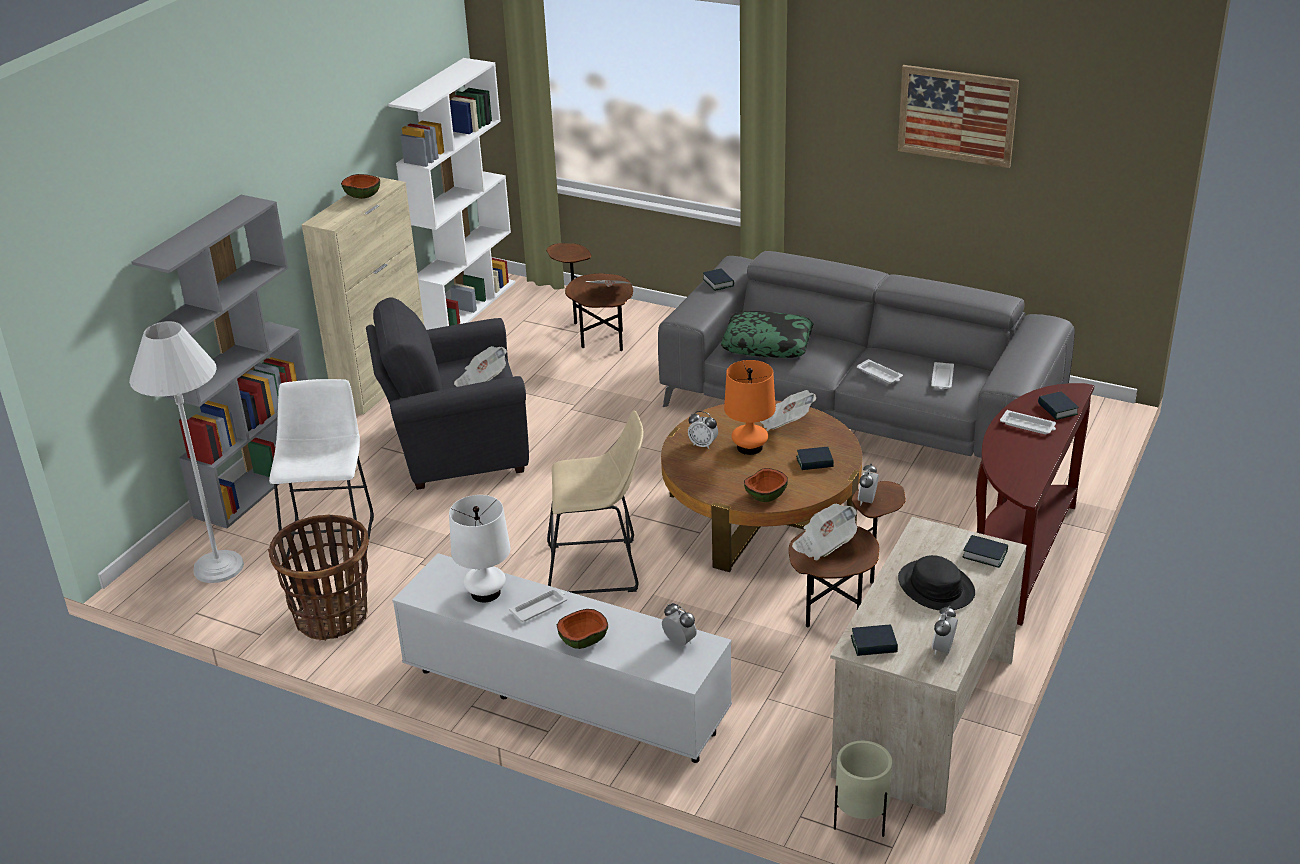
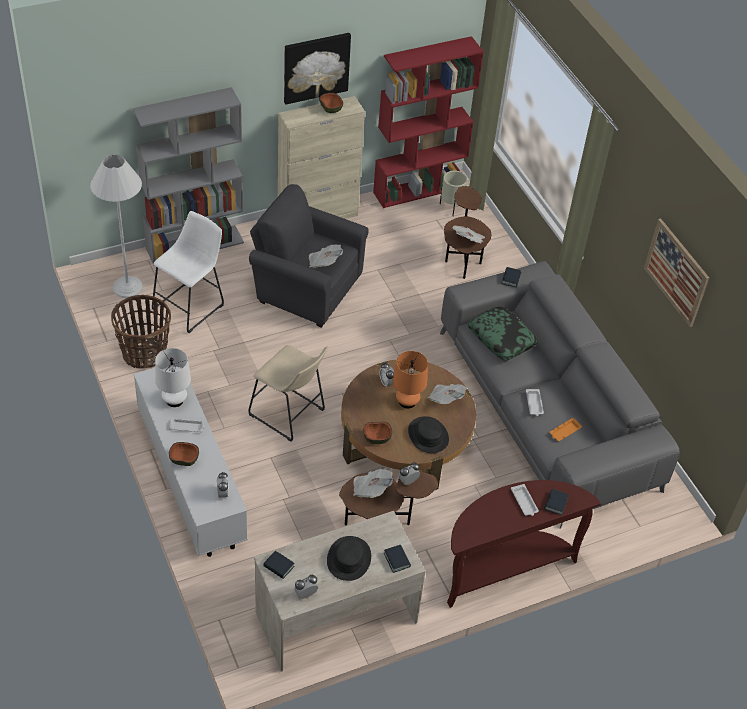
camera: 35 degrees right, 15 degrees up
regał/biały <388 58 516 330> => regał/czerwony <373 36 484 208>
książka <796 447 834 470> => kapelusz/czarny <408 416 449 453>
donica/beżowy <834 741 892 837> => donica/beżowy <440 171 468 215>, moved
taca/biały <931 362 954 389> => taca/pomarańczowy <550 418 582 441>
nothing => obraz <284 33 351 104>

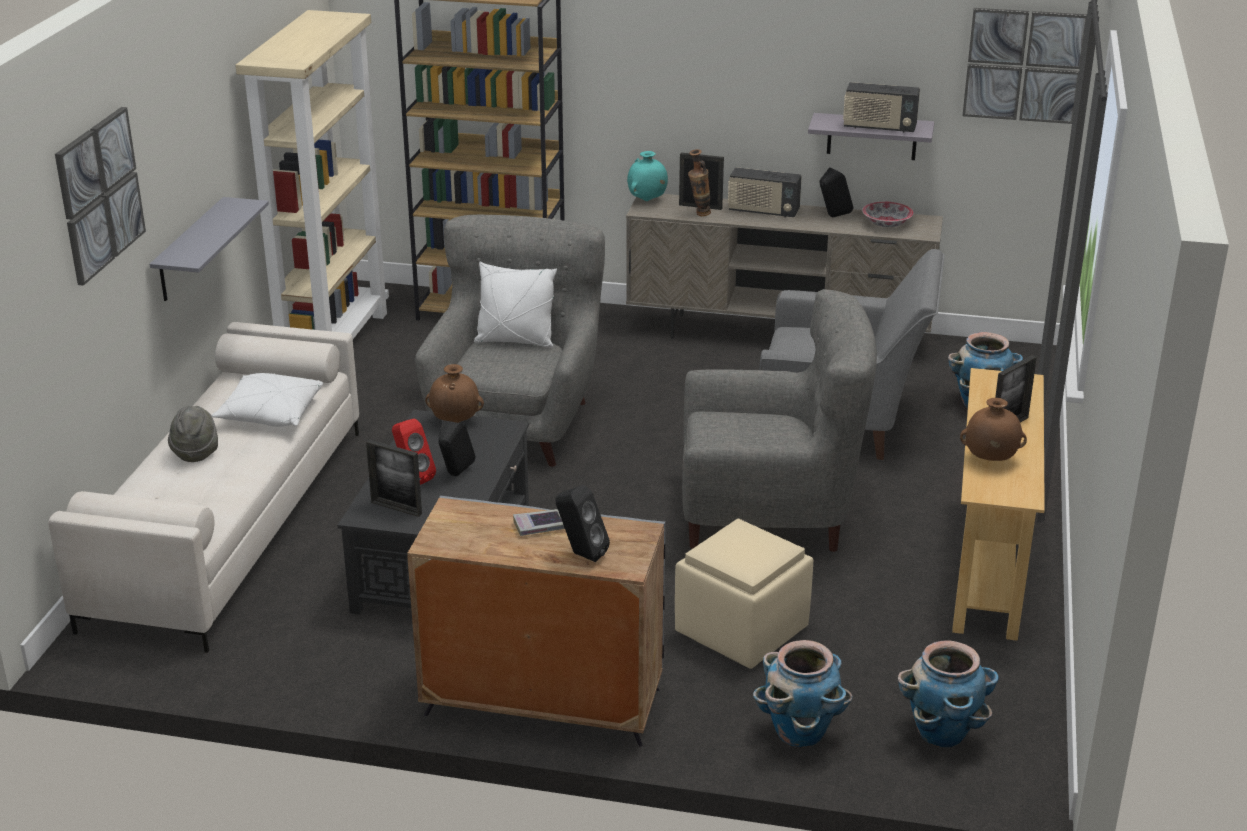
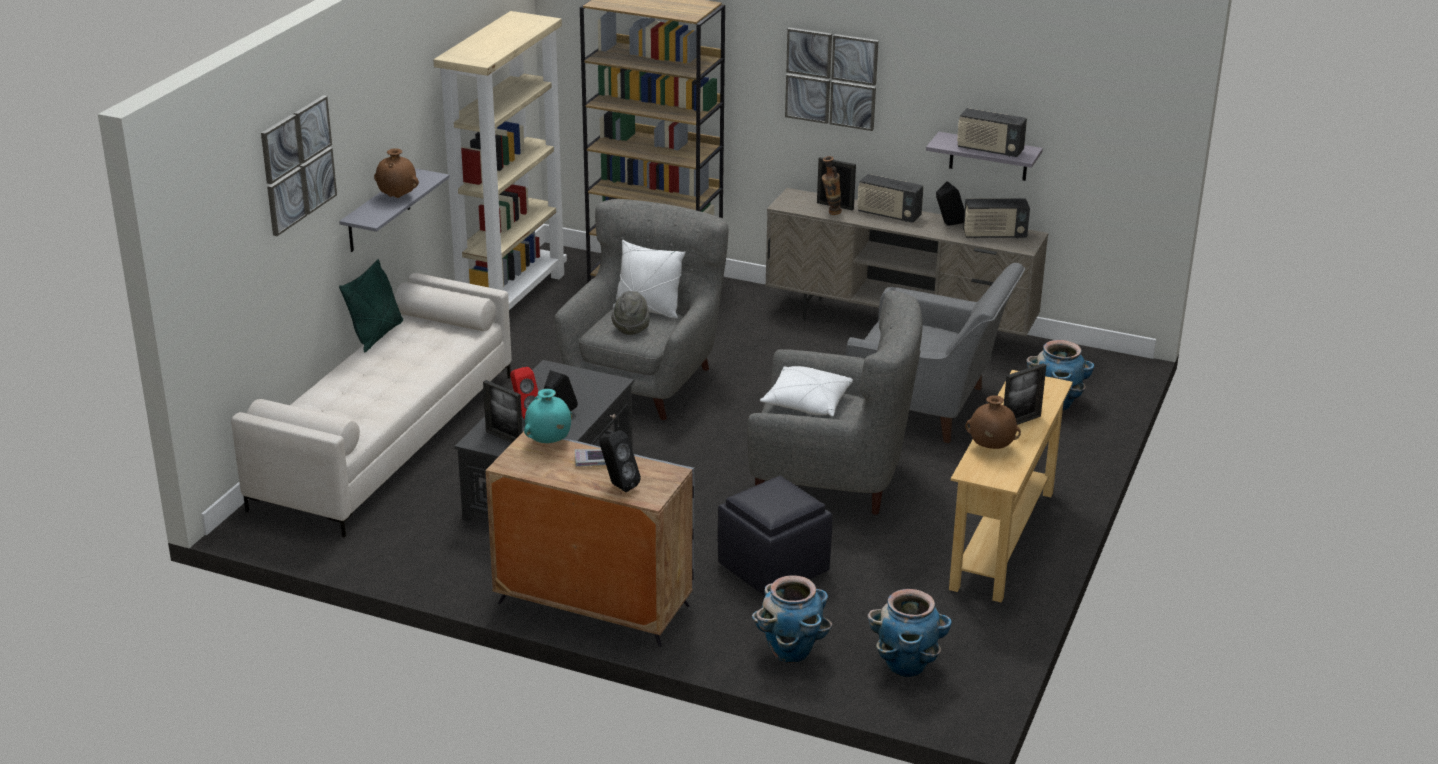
camera: 10 degrees right, 0 degrees up
kapelusz/szary <168 406 218 462> => kapelusz/szary <612 291 650 335>, moved
poduszka/biały <212 373 323 426> => poduszka/biały <760 366 853 417>, moved
wazon/brązowy <425 364 484 423> => wazon/brązowy <374 148 419 198>, moved
wazon/turkusowy <627 151 668 201> => wazon/turkusowy <524 389 572 443>, moved
pufa/beżowy <675 519 813 669> => pufa/czarny <718 475 833 596>
miska <862 202 914 227> => radio <963 198 1030 239>
obraz <962 8 1087 124> => obraz <785 28 879 131>, moved
nothing => poduszka/zielony <339 259 403 352>

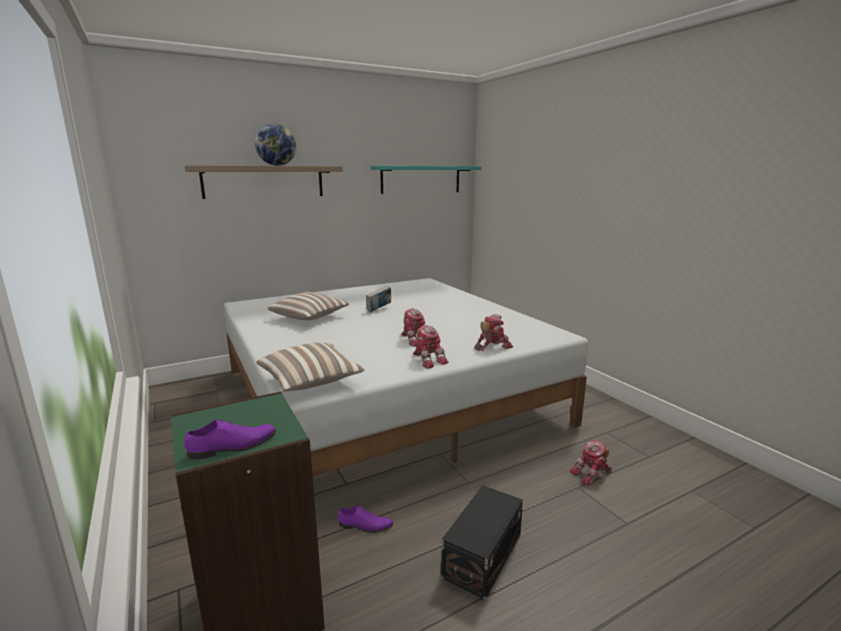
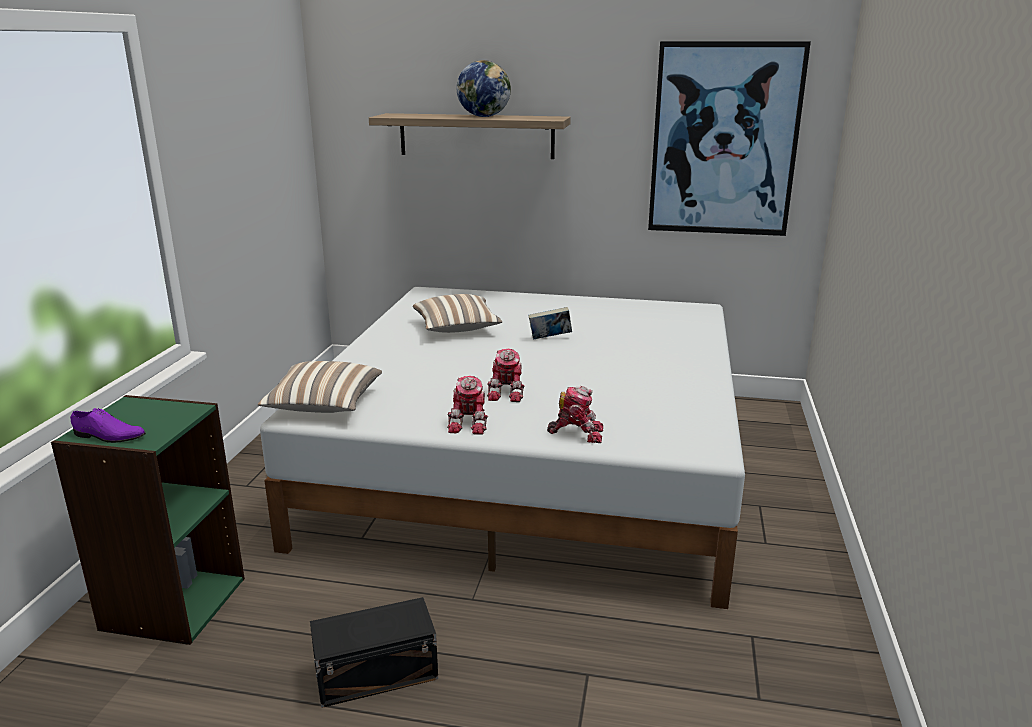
camera: 40 degrees right, 5 degrees up
but/fioletowy <338 506 393 533> => nothing
półka/turkusowy <371 166 481 194> => obraz <648 41 811 236>
robot zabawkowy <570 440 612 486> => nothing

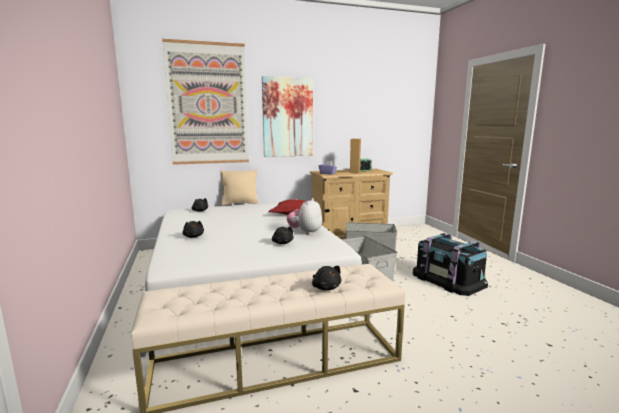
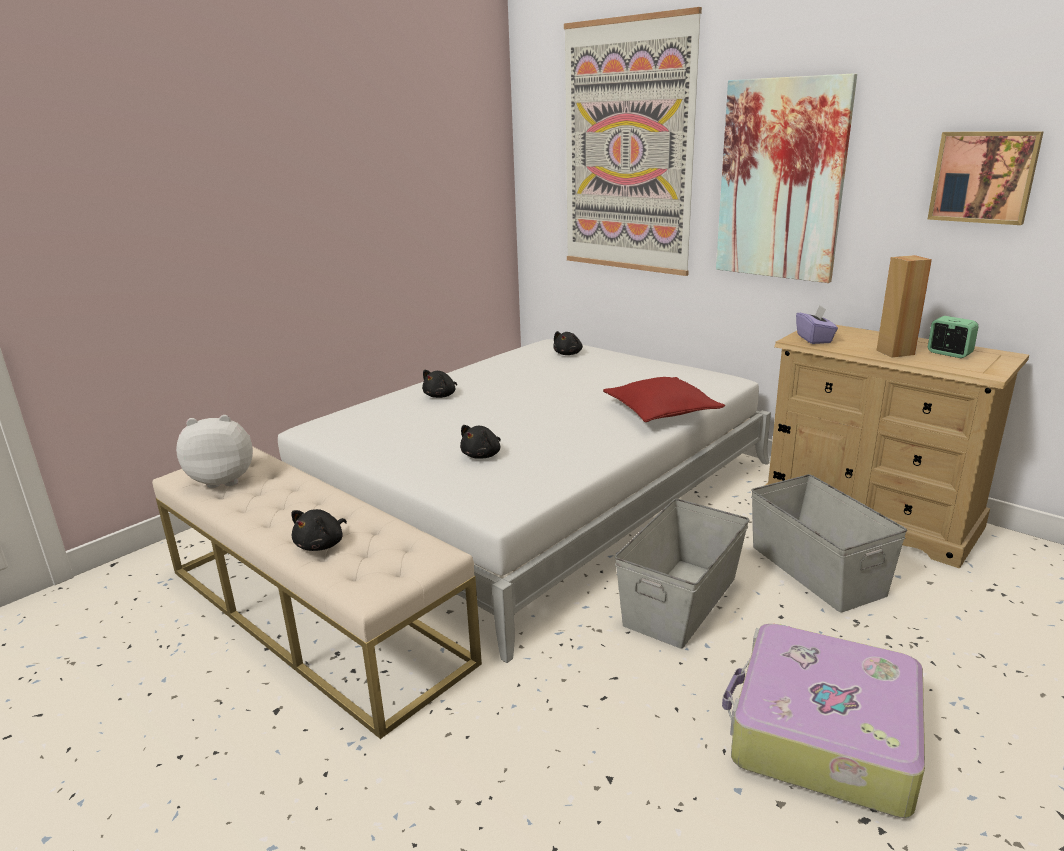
camera: 60 degrees right, 10 degrees up
poduszka/beżowy <220 169 259 205> => nothing
pluszak <287 198 322 235> => pluszak <176 415 253 488>, moved
pojemnik do przechowywania/czarny <413 233 488 296> => walizka <722 624 925 818>
nothing => obraz <928 131 1044 225>

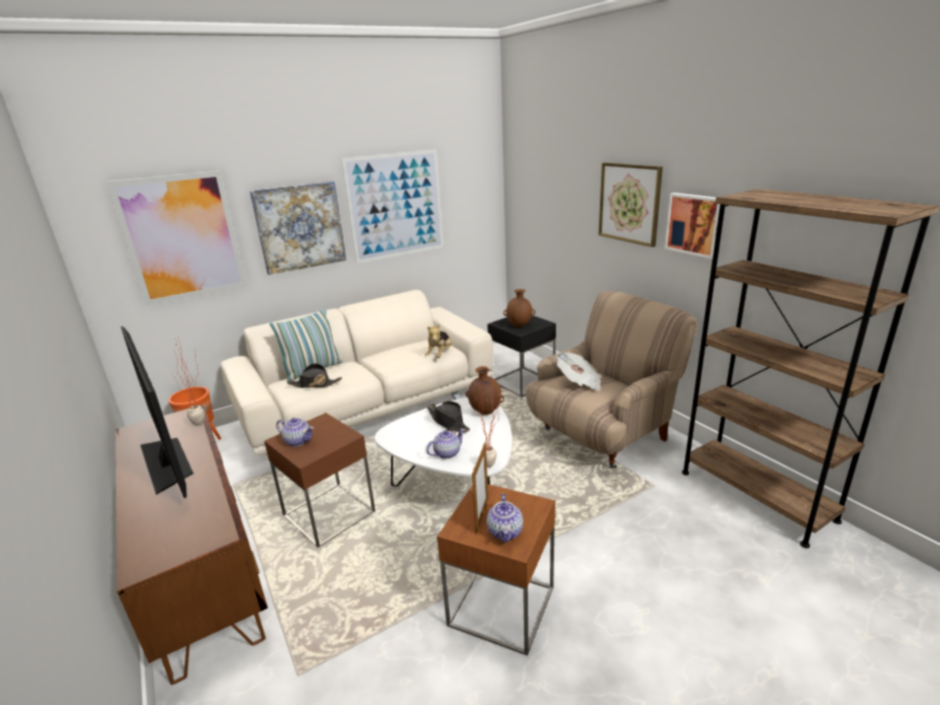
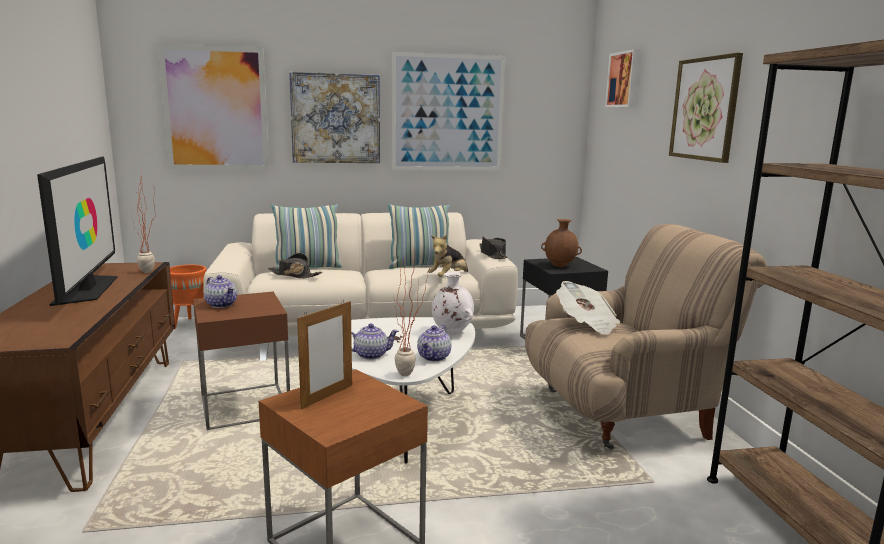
camera: 20 degrees right, 10 degrees down
kapelusz/czarny <427 401 470 433> => kapelusz/czarny <479 237 507 259>, moved
wazon/brązowy <465 366 504 415> => wazon/biały <432 272 474 335>
imbryk <487 493 523 543> => imbryk <417 325 451 362>, moved
obraz <665 193 720 259> => obraz <605 49 640 107>, moved
nothing => poduszka <388 204 450 269>

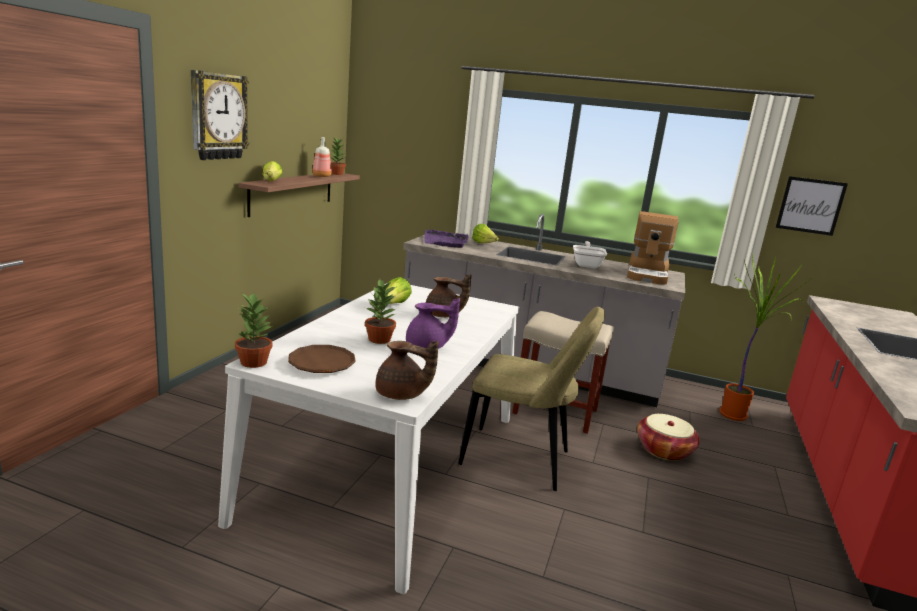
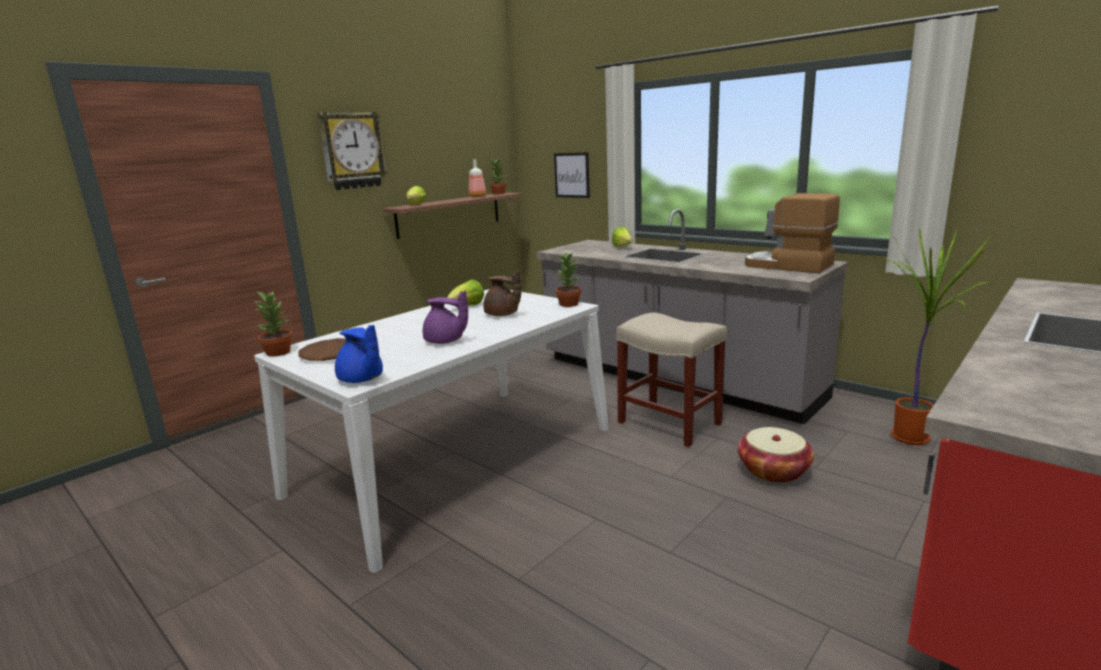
camera: 25 degrees right, 0 degrees up
roślina doniczkowa <365 280 396 344> => roślina doniczkowa <555 253 581 307>, moved
imbryk/brązowy <375 341 439 400> => imbryk/niebieski <335 325 383 383>
taca/fioletowy <424 230 469 248> => nothing
krzesło/beżowy <458 307 605 491> => nothing
patelnia <573 241 607 268> => nothing
ekspres do kawy <627 211 679 284> => ekspres do kawy <745 193 840 273>, 90 degrees clockwise
obraz <776 176 848 236> => obraz <554 152 590 198>, moved

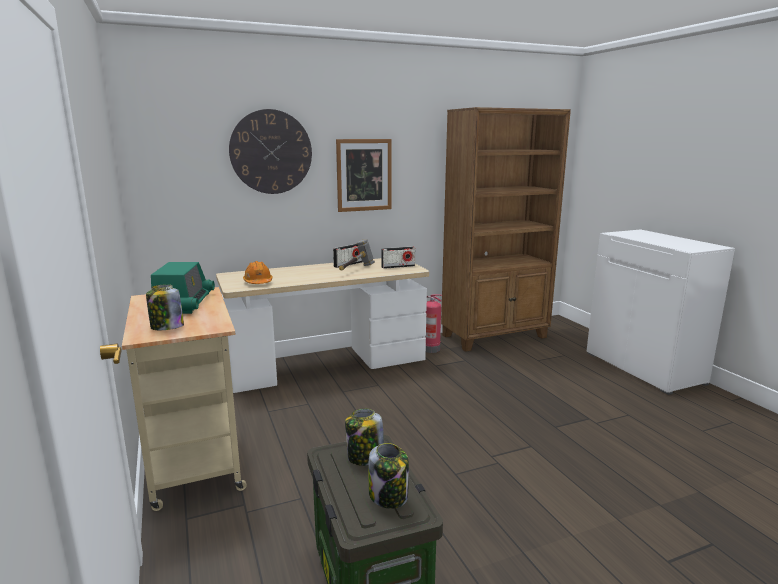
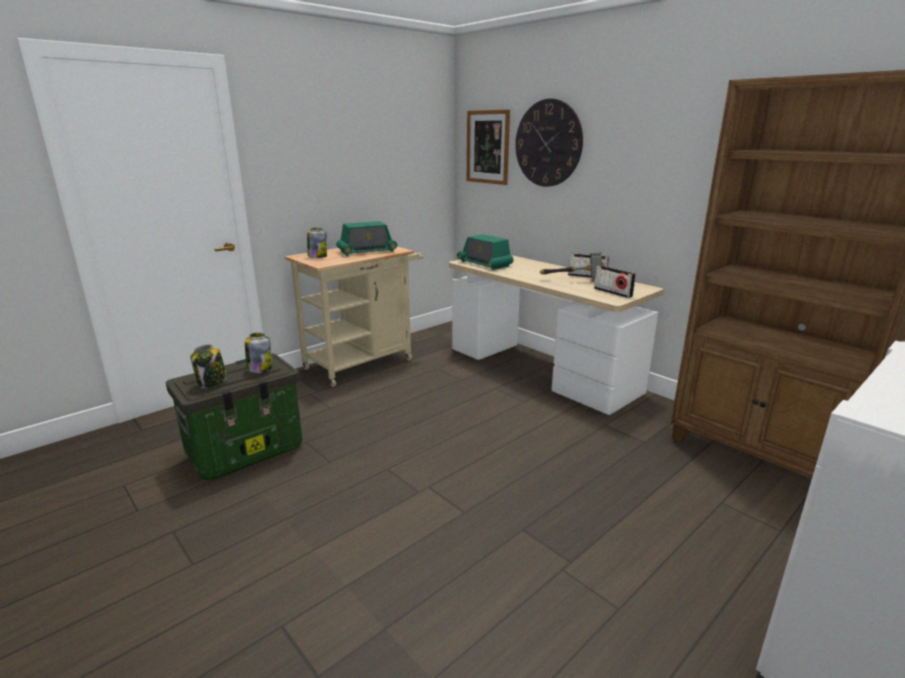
camera: 70 degrees right, 5 degrees up
kask/pomarańczowy <243 261 273 284> => radio <457 234 514 270>
obraz <336 139 392 212> => obraz <467 109 510 185>, moved
gaśnica <425 295 443 353> => nothing

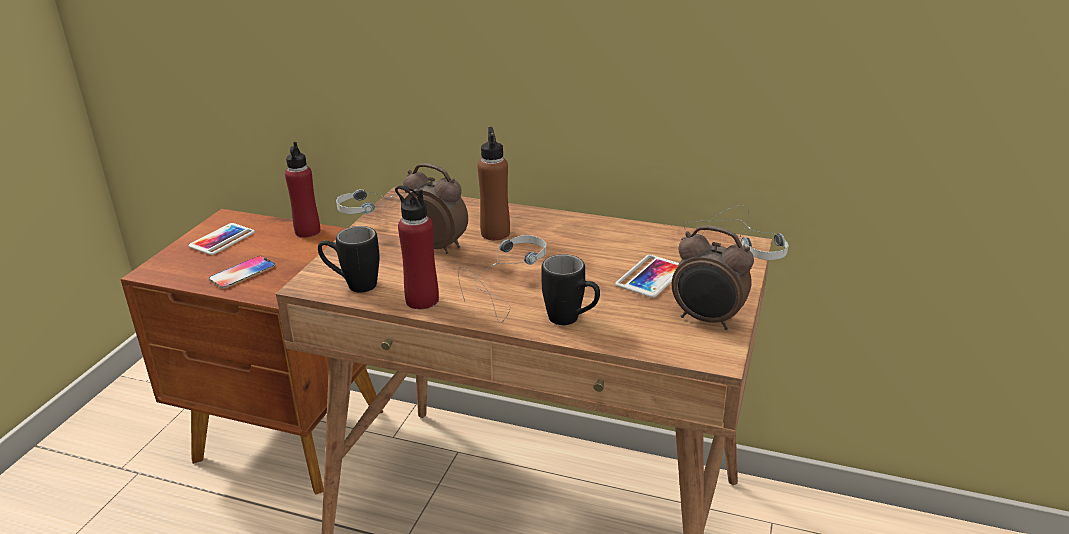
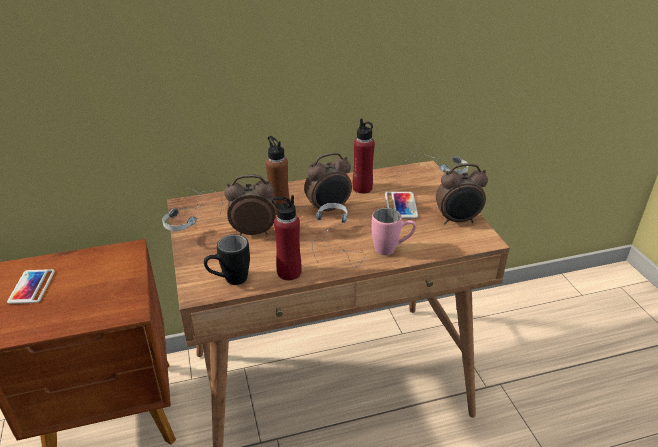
camera: 35 degrees left, 5 degrees up
telefon <209 256 275 288> => nothing
butelka/czerwony <285 142 320 238> => butelka/czerwony <352 118 375 194>, moved
kubek/czarny <541 254 600 325> => kubek/różowy <371 208 416 255>
nothing => budzik <304 152 352 211>

